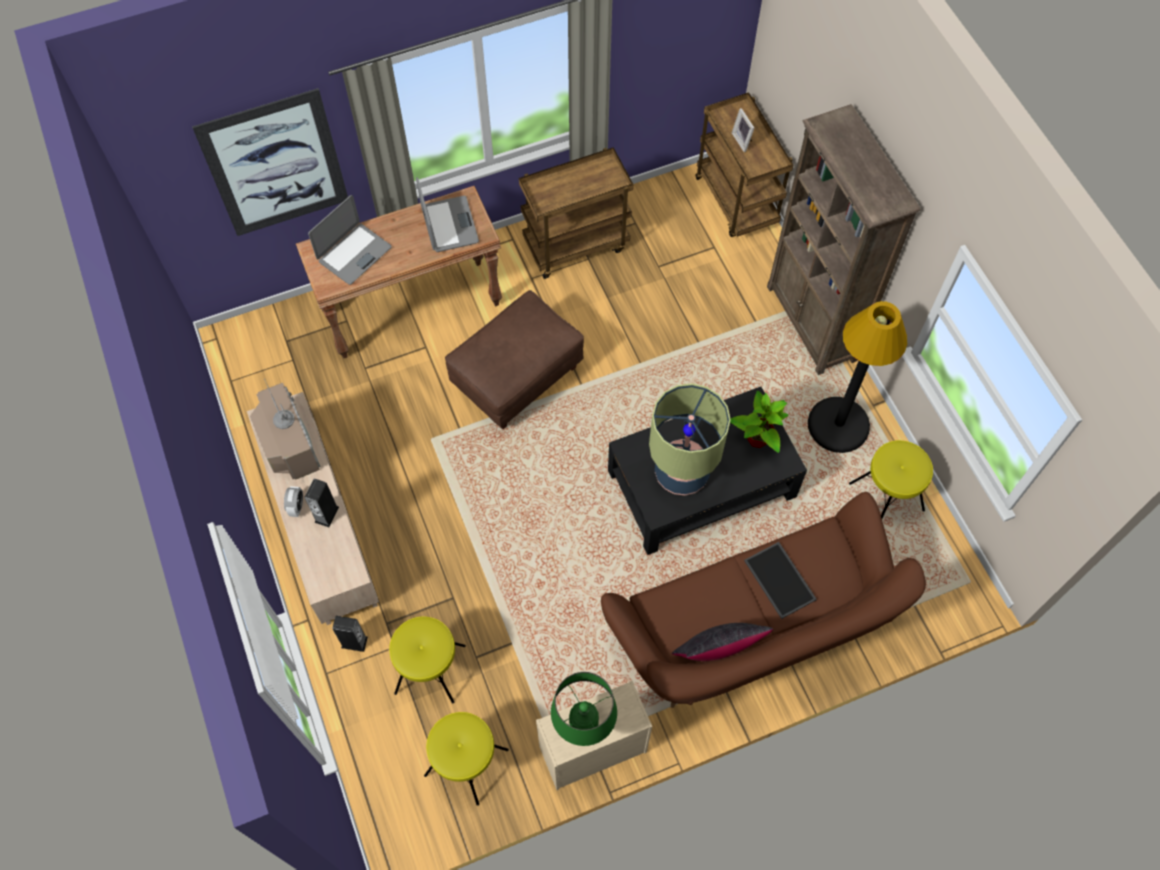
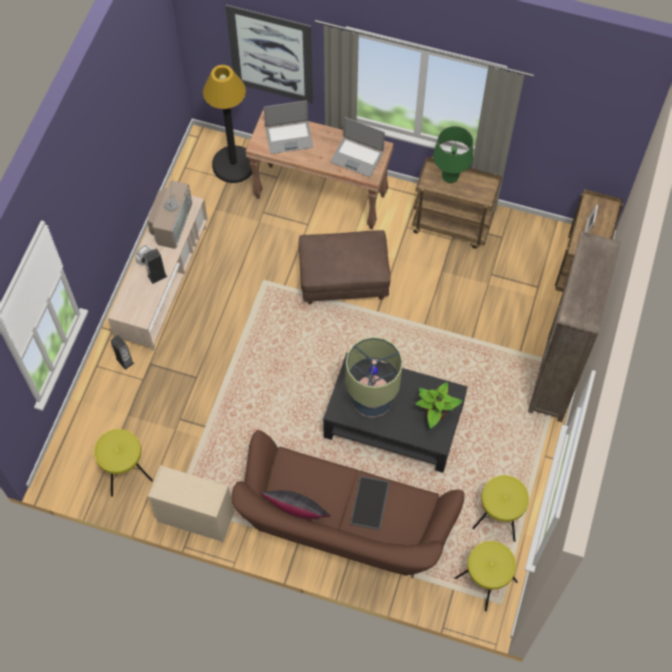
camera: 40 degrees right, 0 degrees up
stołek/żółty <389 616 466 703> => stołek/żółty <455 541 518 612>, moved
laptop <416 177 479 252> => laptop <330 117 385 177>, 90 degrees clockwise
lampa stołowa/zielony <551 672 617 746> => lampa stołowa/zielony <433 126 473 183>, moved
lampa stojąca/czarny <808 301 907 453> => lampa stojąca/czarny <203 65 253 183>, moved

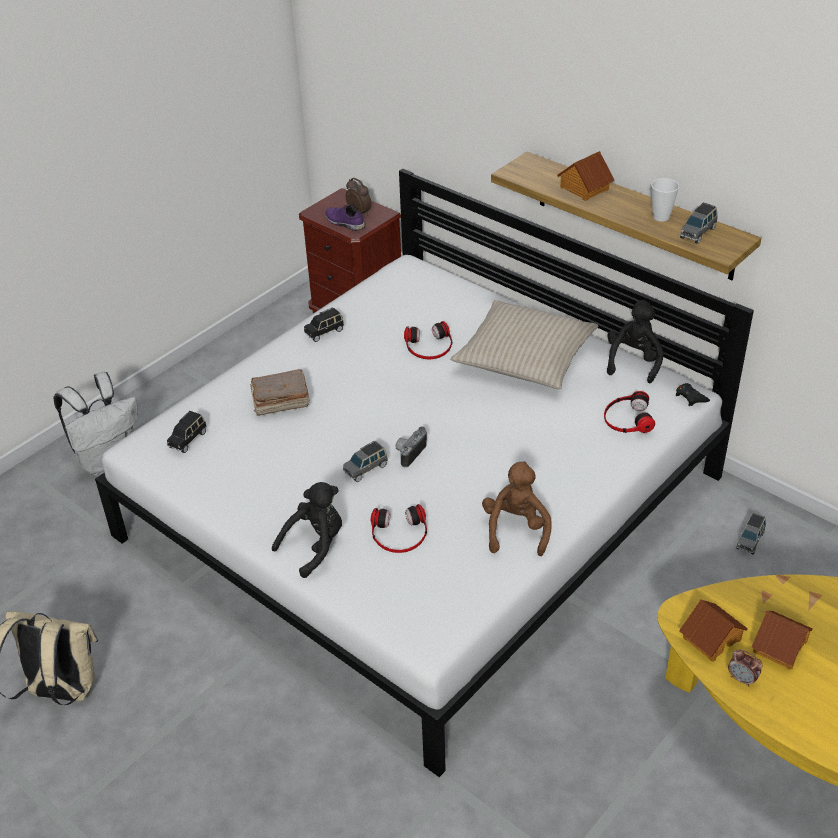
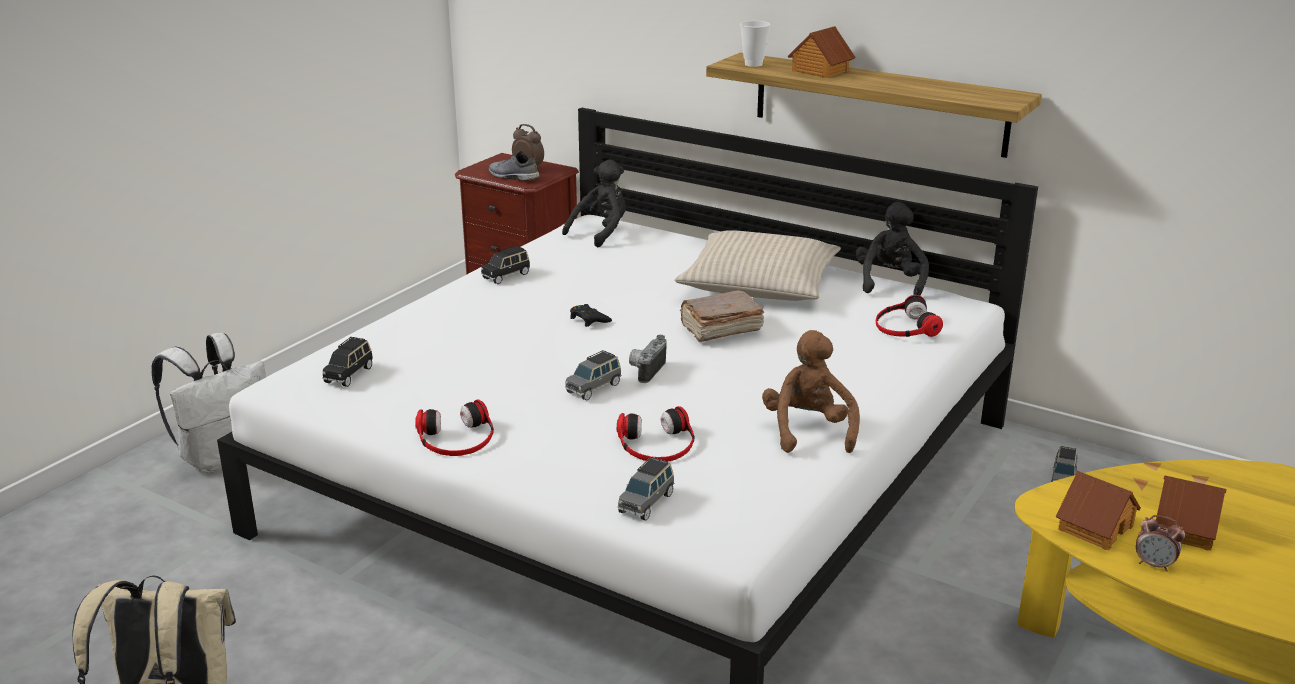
camera: 10 degrees left, 15 degrees down
książka/brązowy <250 369 310 416> => książka/brązowy <680 290 764 342>, moved
pluszak/czarny <272 482 342 578> => pluszak/czarny <562 160 626 247>, moved
but/fioletowy <325 204 365 231> => but/szary <488 151 540 181>
słuchawki <404 321 452 359> => słuchawki <415 399 494 456>, moved
filiżanka <651 178 679 222> => filiżanka <740 21 770 67>, moved
pad do gier/czarny <676 383 710 406> => pad do gier/czarny <570 304 612 327>, moved
samochodzik/szary <680 202 718 244> => samochodzik/szary <618 457 674 520>, moved

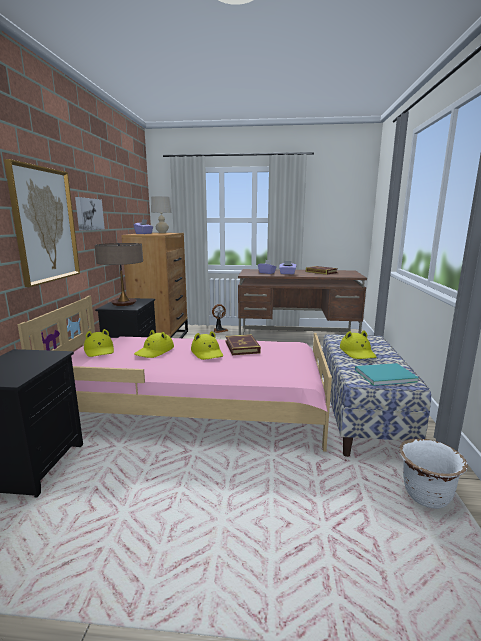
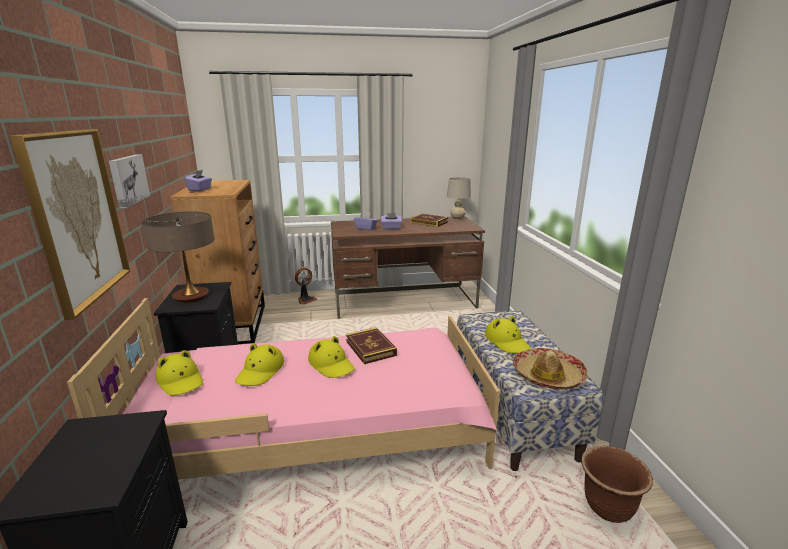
camera: 15 degrees left, 5 degrees up
lampa stołowa/beżowy <151 196 172 233> => lampa stołowa/beżowy <447 177 471 220>, moved
książka/turkusowy <355 363 419 386> => kapelusz <513 348 588 389>
donica/biały <399 439 467 509> => donica/brązowy <581 446 653 523>

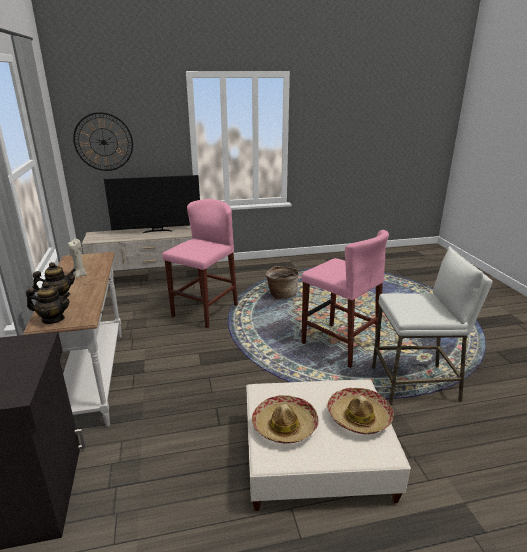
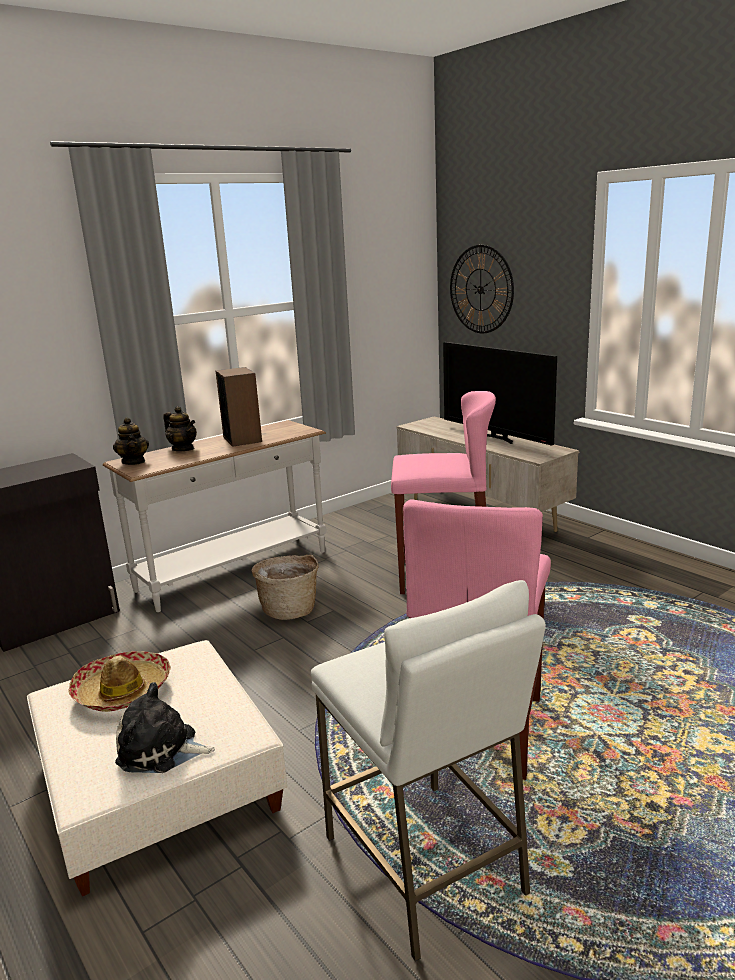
camera: 65 degrees right, 5 degrees down
świeca/beżowy <68 239 87 278> => głośnik <216 367 262 447>
koszyk <266 266 299 299> => koszyk <252 554 319 620>, moved
kapelusz <327 388 394 434> => pluszak <115 682 215 773>

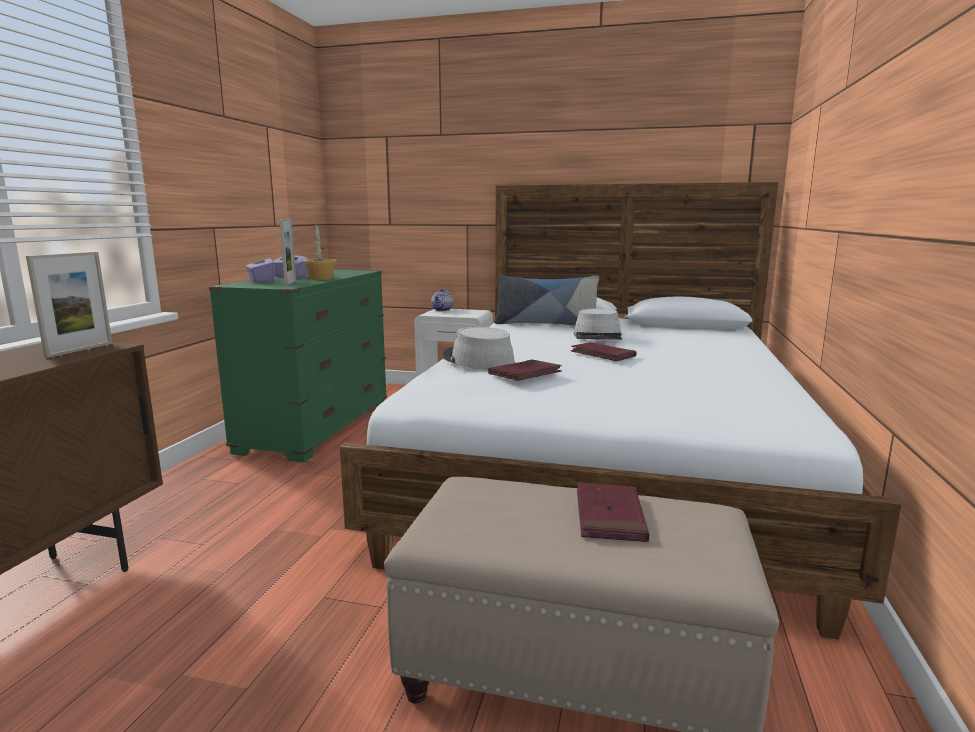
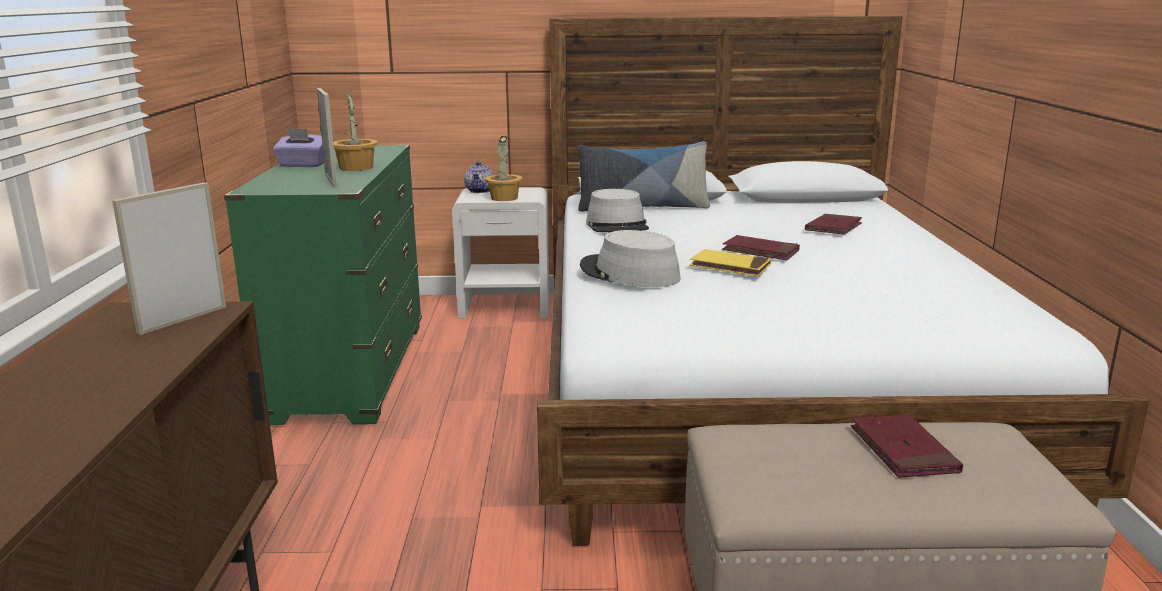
camera: 15 degrees left, 5 degrees up
ramka na zdjęcie <26 252 112 358> => ramka na zdjęcie <112 182 226 335>, 150 degrees counterclockwise
pudełko chusteczek/fioletowy <246 253 275 283> => nothing
książka/czerwony <488 359 562 381> => książka/czerwony <805 214 862 234>, moved
kapelusz/szary <573 309 622 340> => kapelusz/szary <586 189 649 232>, moved
nothing => roślina doniczkowa <485 136 522 201>
nothing => książka/żółty <689 249 771 277>

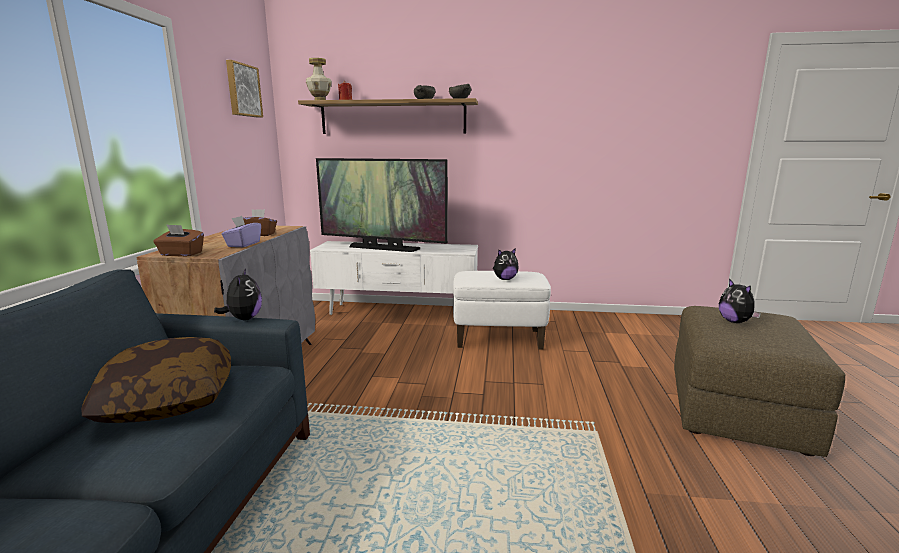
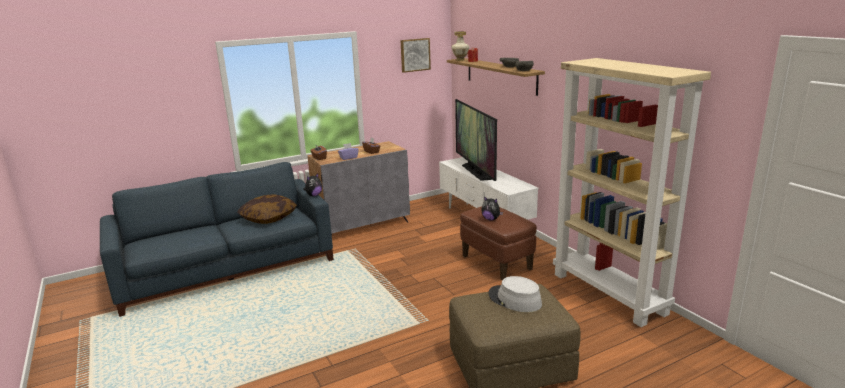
camera: 55 degrees right, 5 degrees up
pufa/biały <453 271 551 350> => pufa/brązowy <460 207 537 280>
pluszak <719 278 761 323> => kapelusz/szary <488 276 542 312>
nothing => regał/beżowy <553 58 711 327>

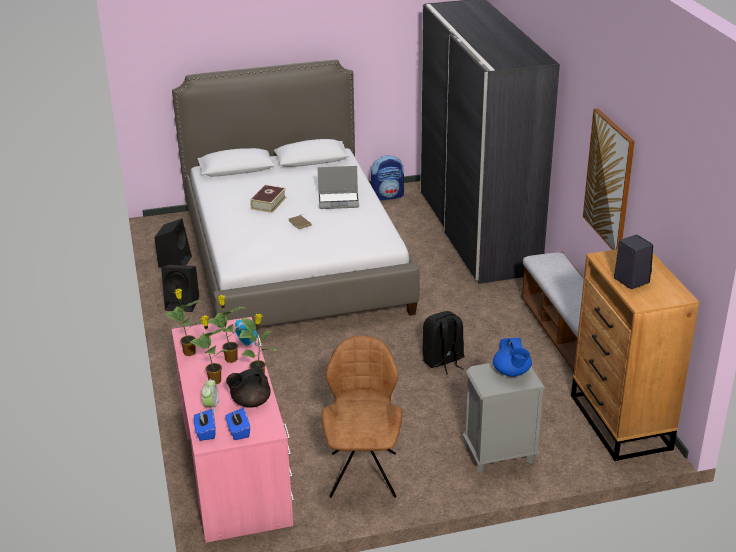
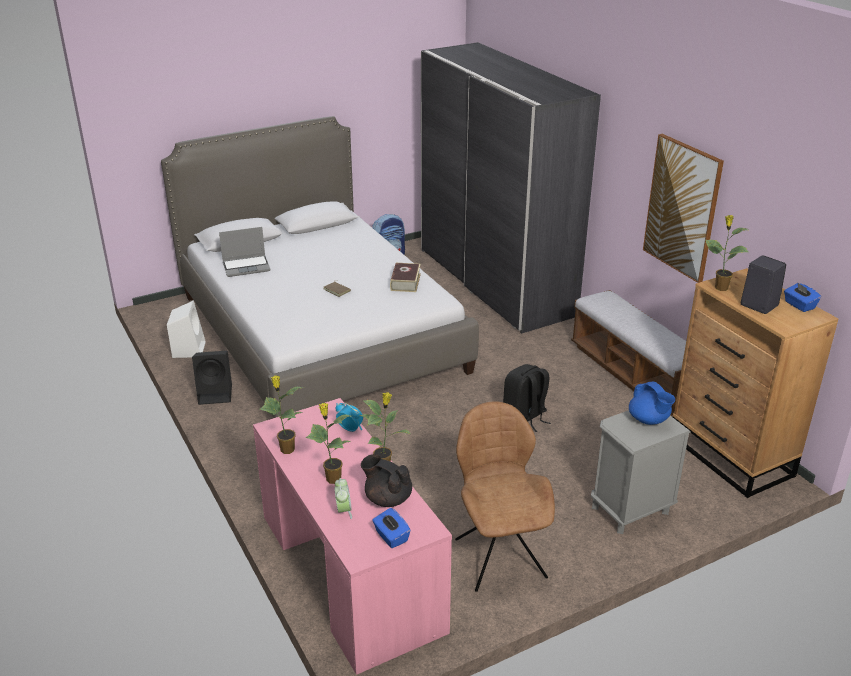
camera: 15 degrees left, 0 degrees up
głośnik/czarny <154 218 192 268> => głośnik/biały <167 301 206 358>
pudełko chusteczek/niebieski <194 409 215 441> => pudełko chusteczek/niebieski <784 282 821 312>, moved
roślina doniczkowa <208 295 244 363> => roślina doniczkowa <705 215 749 291>, moved
imbryk/czarny <226 366 271 408> => imbryk/czarny <361 454 412 507>, 75 degrees clockwise
książka <250 185 286 213> => książka <390 263 421 292>, moved
laptop <317 166 359 209> => laptop <219 227 270 277>, moved

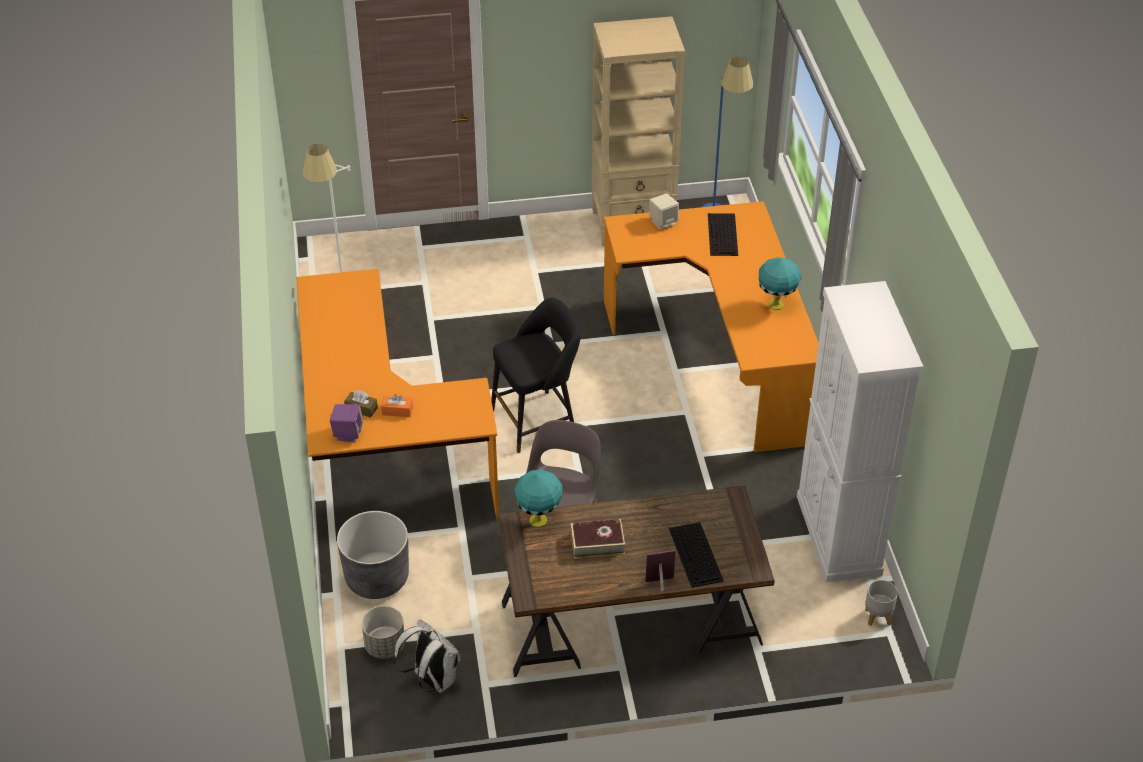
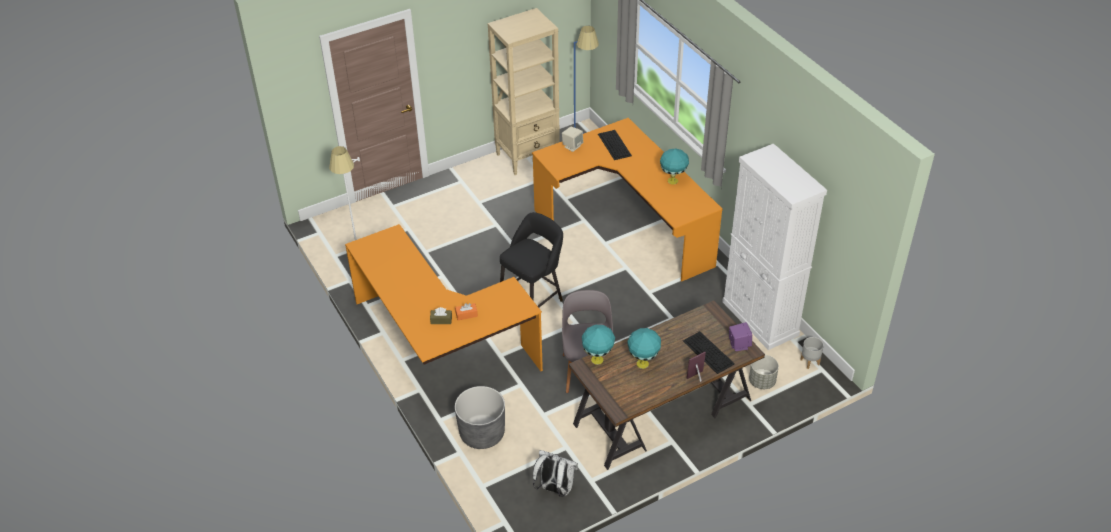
camera: 20 degrees left, 0 degrees up
głośnik/fioletowy <330 404 364 443> => głośnik/fioletowy <729 322 752 351>, moved
donica/szary <362 606 405 659> => donica/szary <749 355 779 389>, moved
książka <571 519 625 559> => lampa stołowa/turkusowy <627 328 661 369>

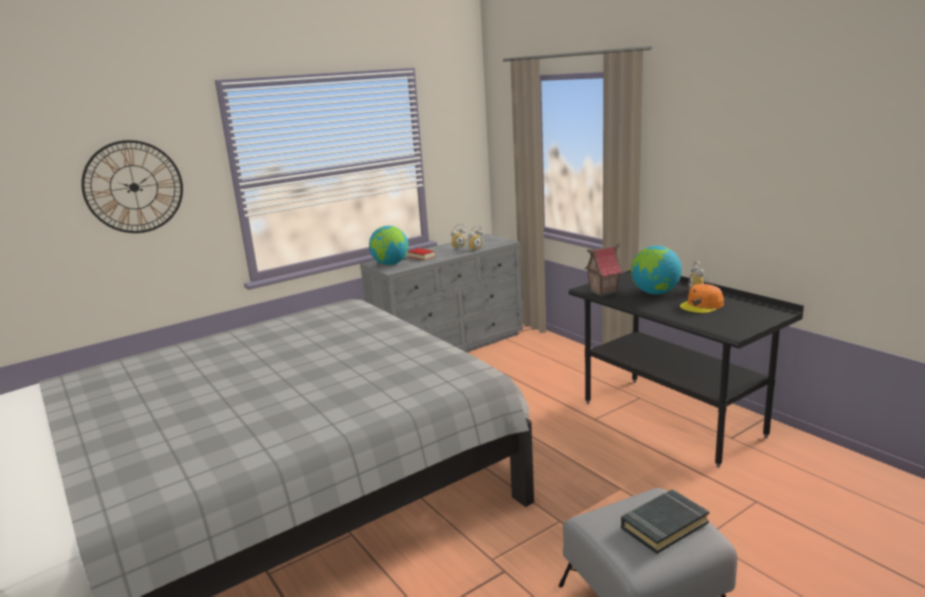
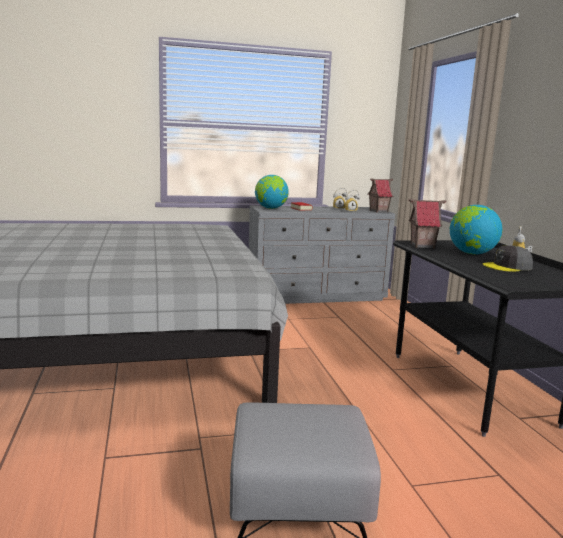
camera: 20 degrees right, 5 degrees down
zegar ścienny <81 140 183 233> => nothing
książka/czarny <621 489 710 554> => nothing
czapka z daszkiem/pomarańczowy <680 284 724 313> => czapka z daszkiem/szary <483 245 533 272>
nothing => domek <367 178 394 212>

